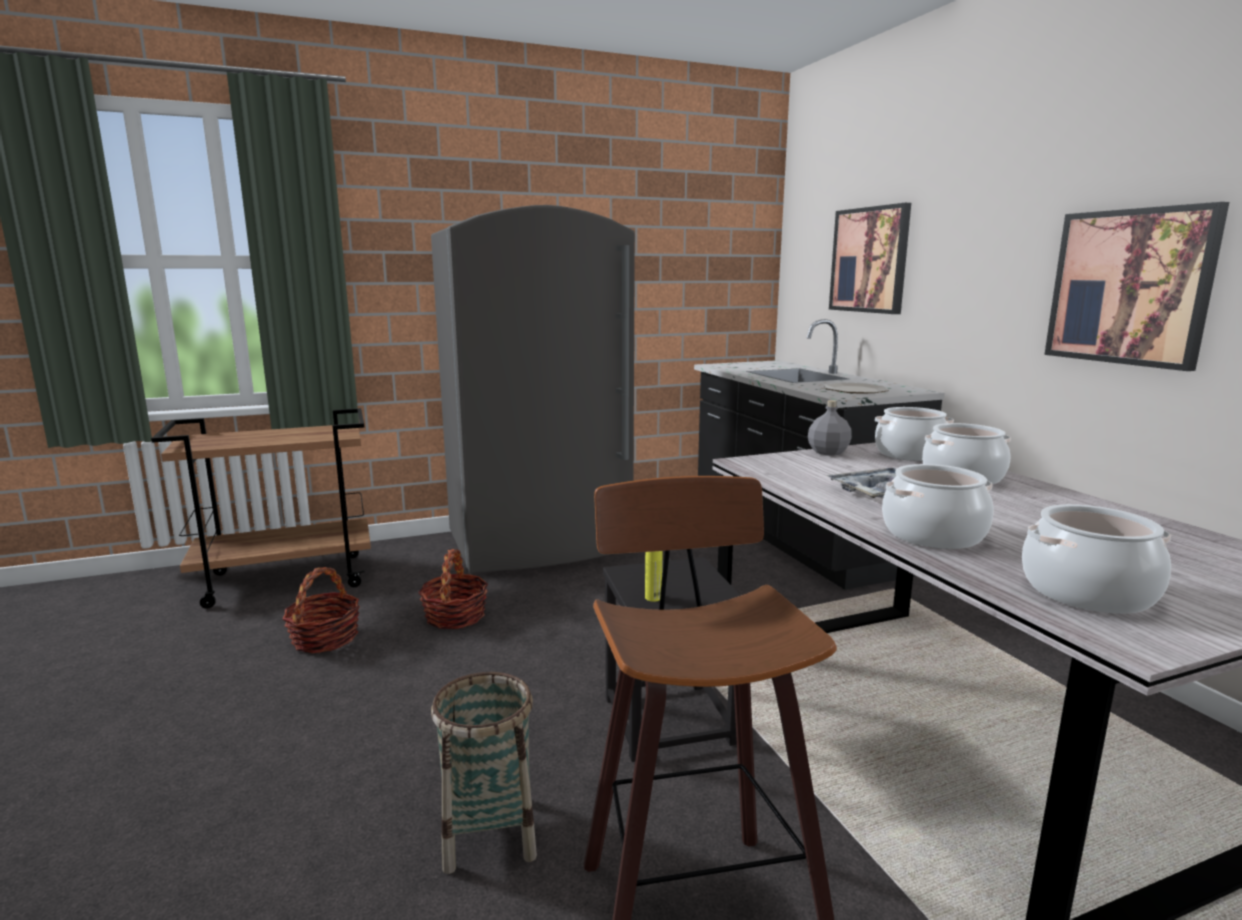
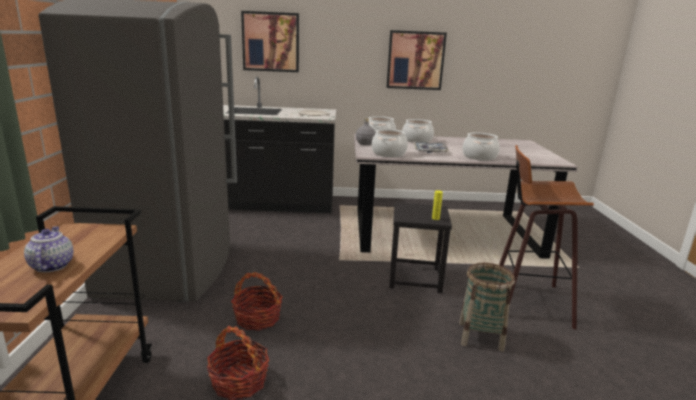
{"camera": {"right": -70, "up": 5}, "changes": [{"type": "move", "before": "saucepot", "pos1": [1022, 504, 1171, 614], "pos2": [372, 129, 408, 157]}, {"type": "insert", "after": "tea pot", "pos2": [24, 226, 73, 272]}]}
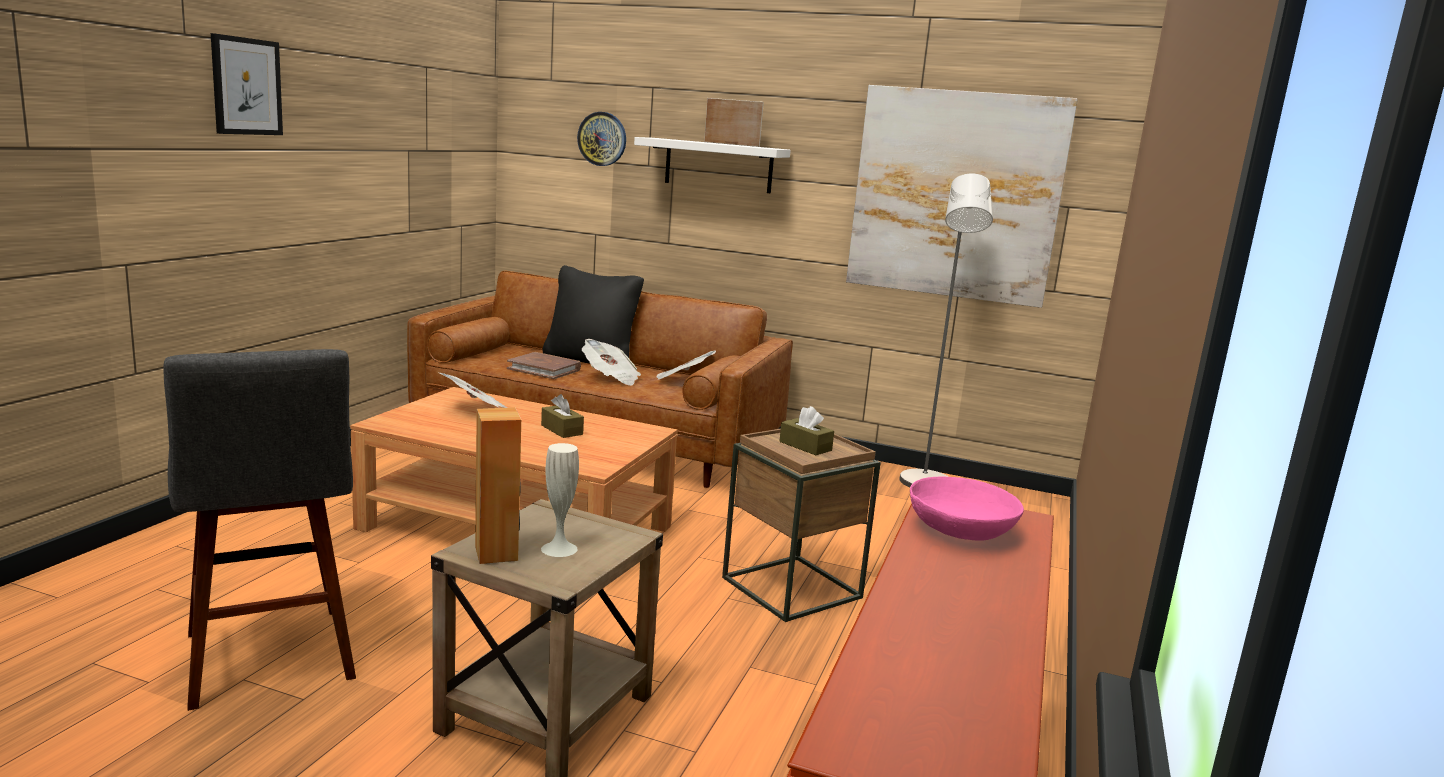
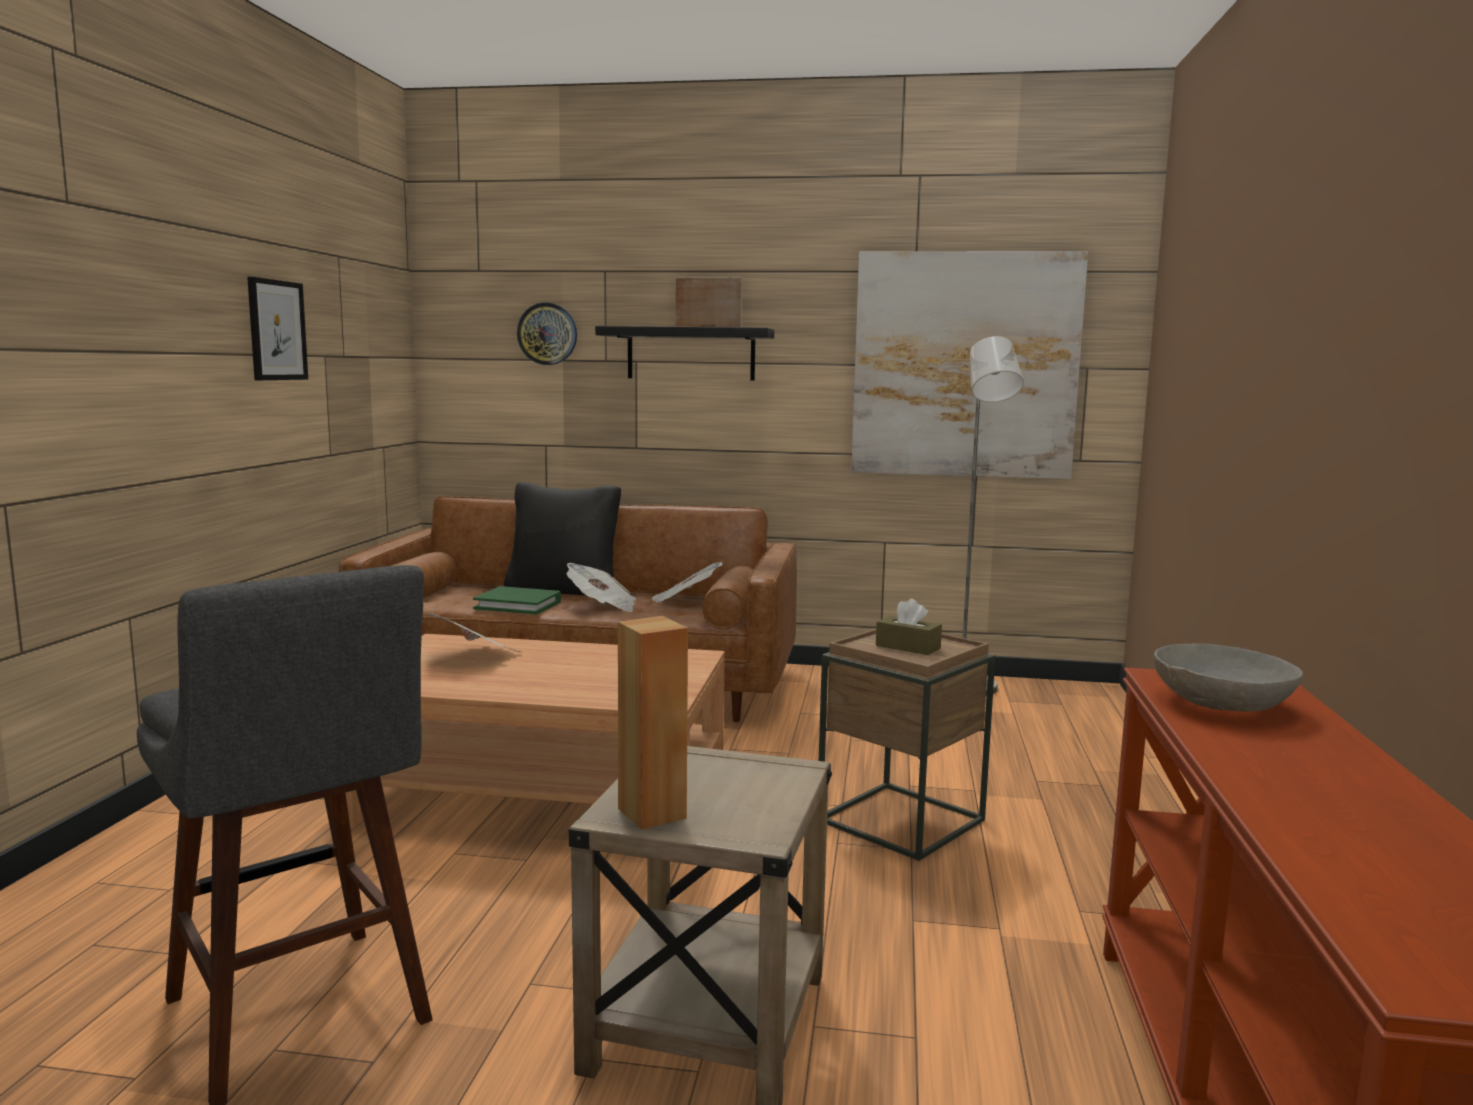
{"camera": {"right": -10, "up": -5}, "changes": [{"type": "move", "before": "picture", "pos1": [211, 33, 283, 135], "pos2": [247, 277, 308, 380]}, {"type": "recolor", "before": "brown bound book", "after": "greenish bound book", "pos1": [507, 352, 581, 379], "pos2": [473, 586, 561, 614]}, {"type": "delete", "before": "brown tissue holder", "pos1": [541, 394, 584, 438]}, {"type": "delete", "before": "whitish vase", "pos1": [541, 443, 579, 557]}, {"type": "recolor", "before": "whitish wall shelf", "after": "black-coloured wall shelf", "pos1": [634, 137, 791, 193], "pos2": [595, 326, 774, 381]}, {"type": "recolor", "before": "pink deep dish", "after": "gray deep dish", "pos1": [910, 476, 1024, 541], "pos2": [1154, 644, 1303, 712]}]}
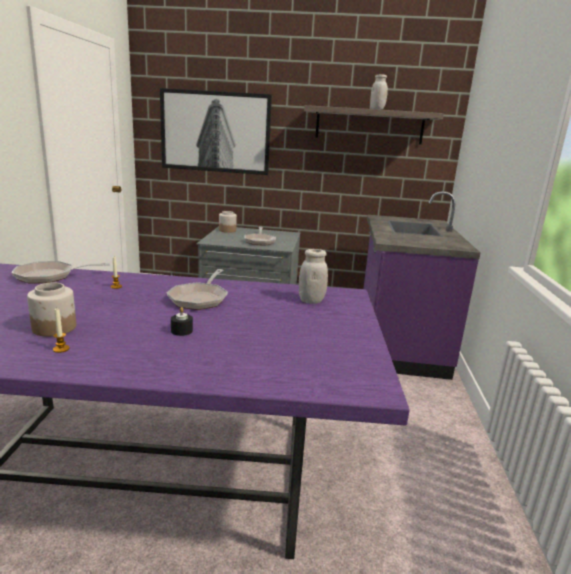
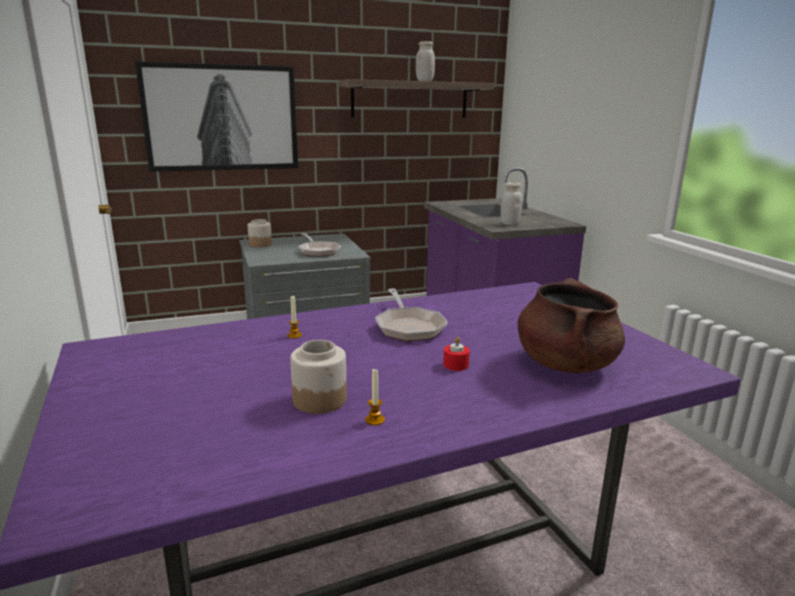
{"camera": {"right": -25, "up": 0}, "changes": [{"type": "delete", "before": "pan", "pos1": [11, 261, 110, 284]}, {"type": "recolor", "before": "black-coloured wax light", "after": "red-coloured wax light", "pos1": [171, 307, 193, 336], "pos2": [443, 337, 470, 371]}, {"type": "move", "before": "whitish jar", "pos1": [299, 249, 328, 304], "pos2": [500, 182, 522, 225]}, {"type": "insert", "after": "brown saucepot", "pos2": [518, 278, 625, 373]}]}
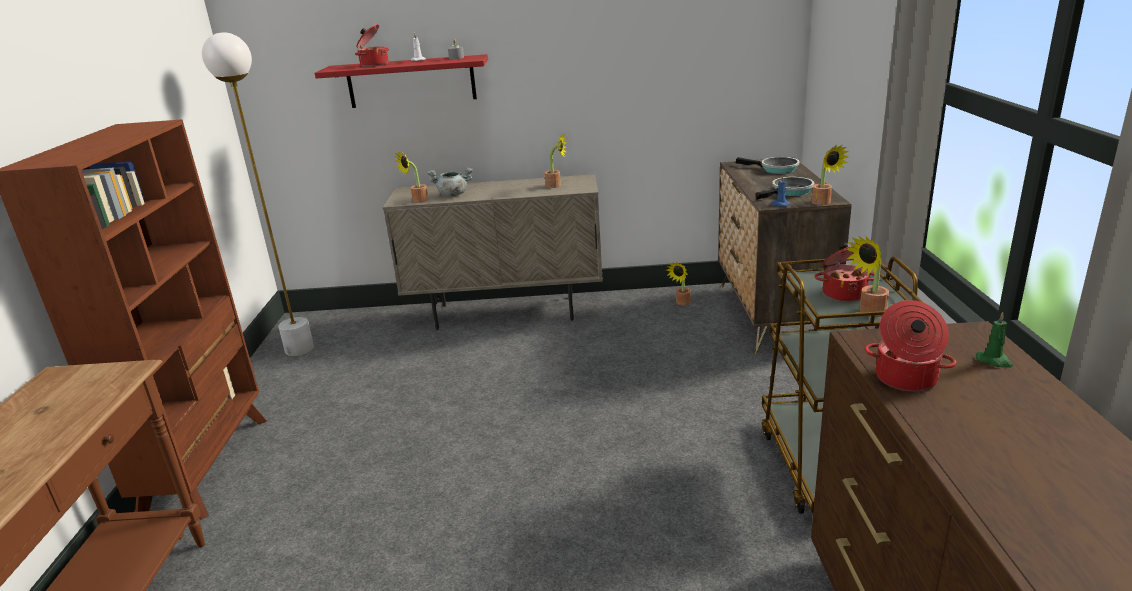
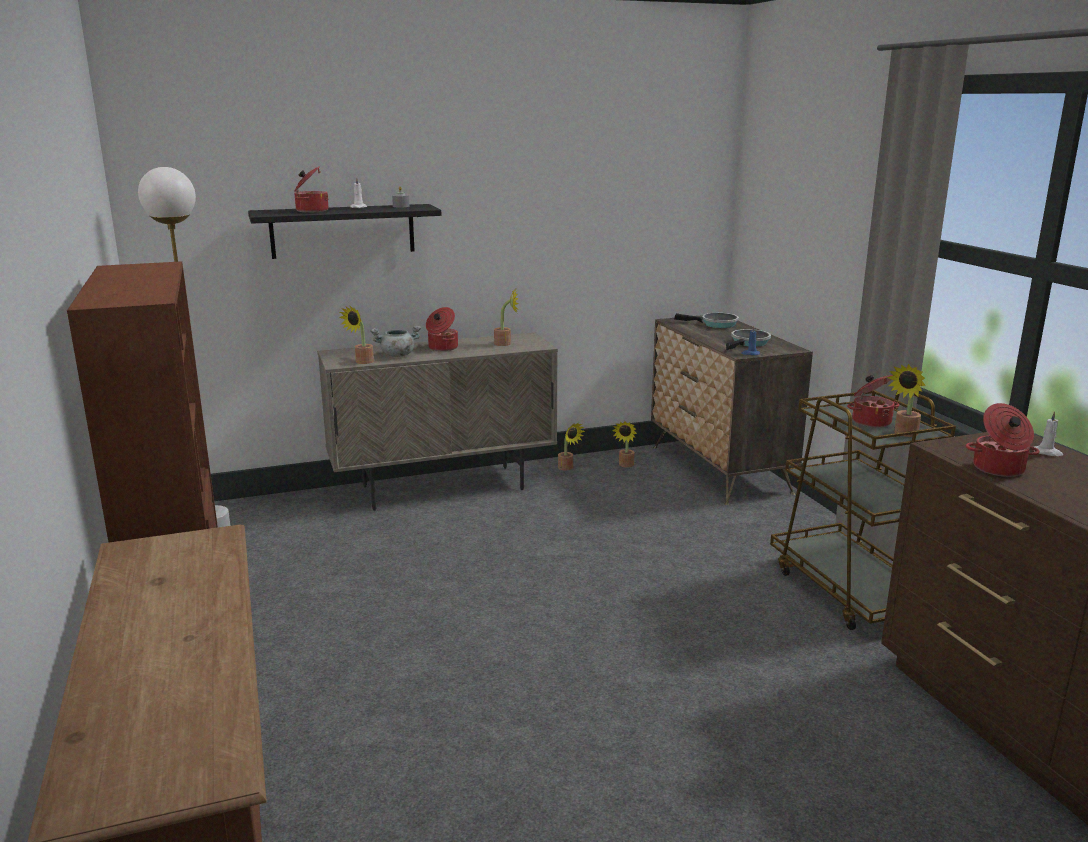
{"camera": {"right": -20, "up": -5}, "changes": [{"type": "recolor", "before": "red-coloured wall shelf", "after": "black-coloured wall shelf", "pos1": [315, 54, 488, 108], "pos2": [248, 204, 441, 259]}, {"type": "move", "before": "potted plant", "pos1": [812, 145, 849, 205], "pos2": [558, 423, 585, 470]}, {"type": "recolor", "before": "greenish wax light", "after": "whitish wax light", "pos1": [976, 312, 1013, 367], "pos2": [1033, 411, 1063, 456]}, {"type": "insert", "after": "saucepot", "pos2": [426, 307, 458, 351]}]}
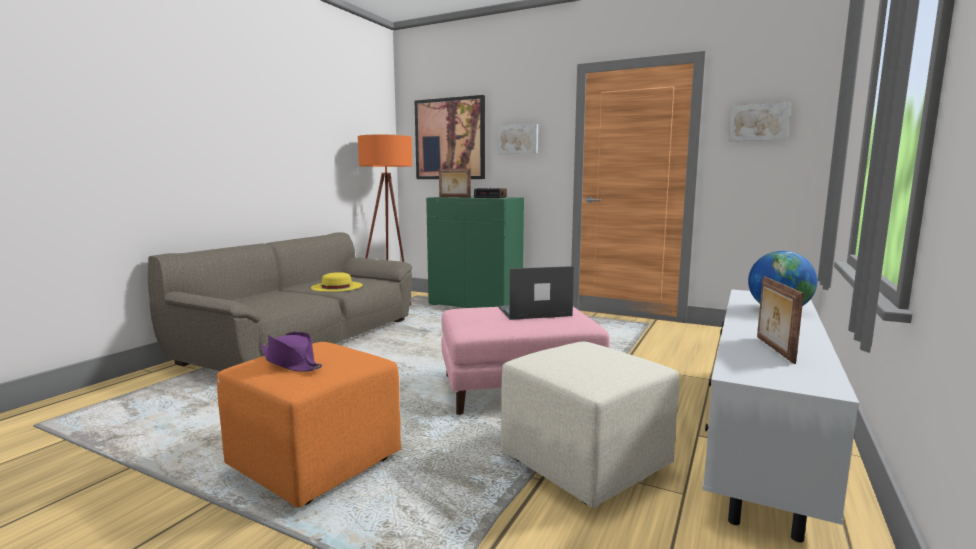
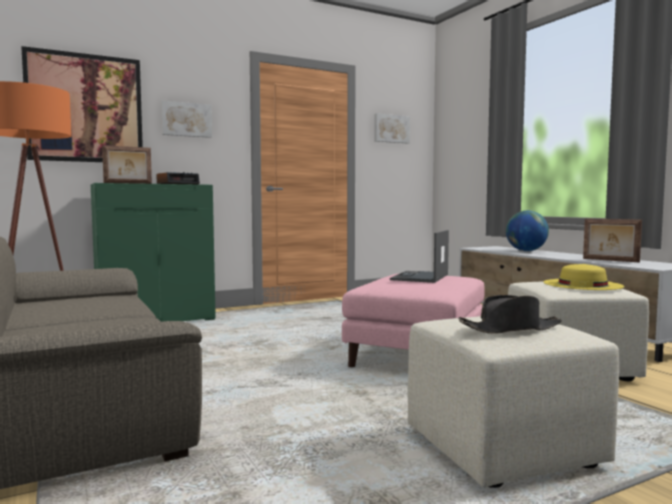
{"camera": {"right": -55, "up": -5}, "changes": [{"type": "recolor", "before": "orangey footrest", "after": "beige footrest", "pos1": [217, 342, 401, 508], "pos2": [407, 316, 619, 488]}, {"type": "recolor", "before": "purple clothing hat", "after": "black-coloured clothing hat", "pos1": [260, 332, 323, 372], "pos2": [458, 295, 562, 334]}, {"type": "move", "before": "yellowish clothing hat", "pos1": [311, 272, 363, 292], "pos2": [544, 264, 624, 290]}]}
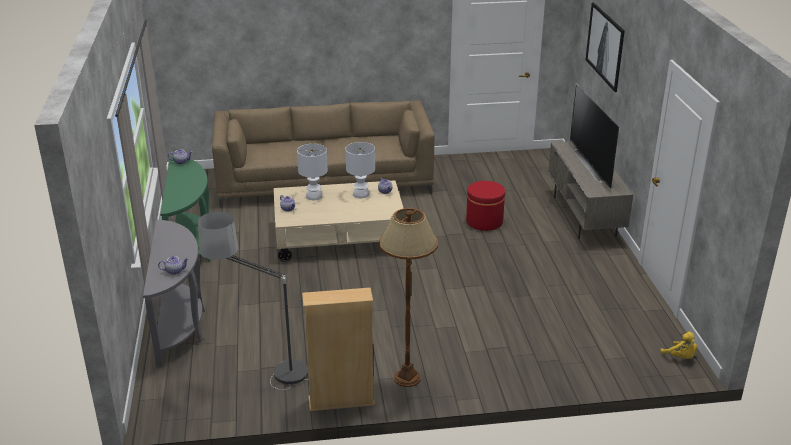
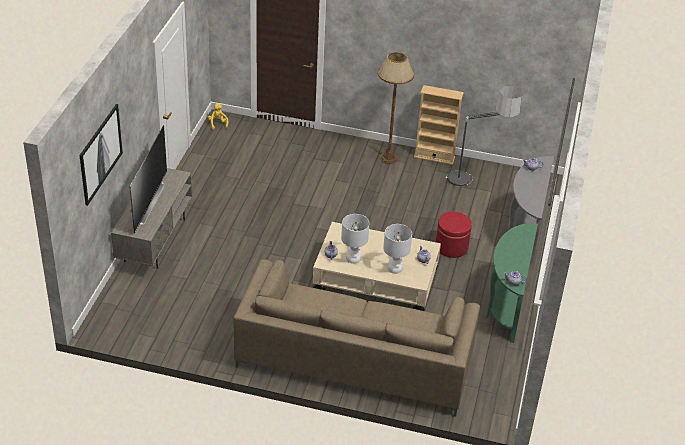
{"camera": {"right": -160, "up": 10}, "changes": [{"type": "move", "before": "red-coloured footrest", "pos1": [466, 181, 505, 231], "pos2": [436, 212, 472, 258]}]}
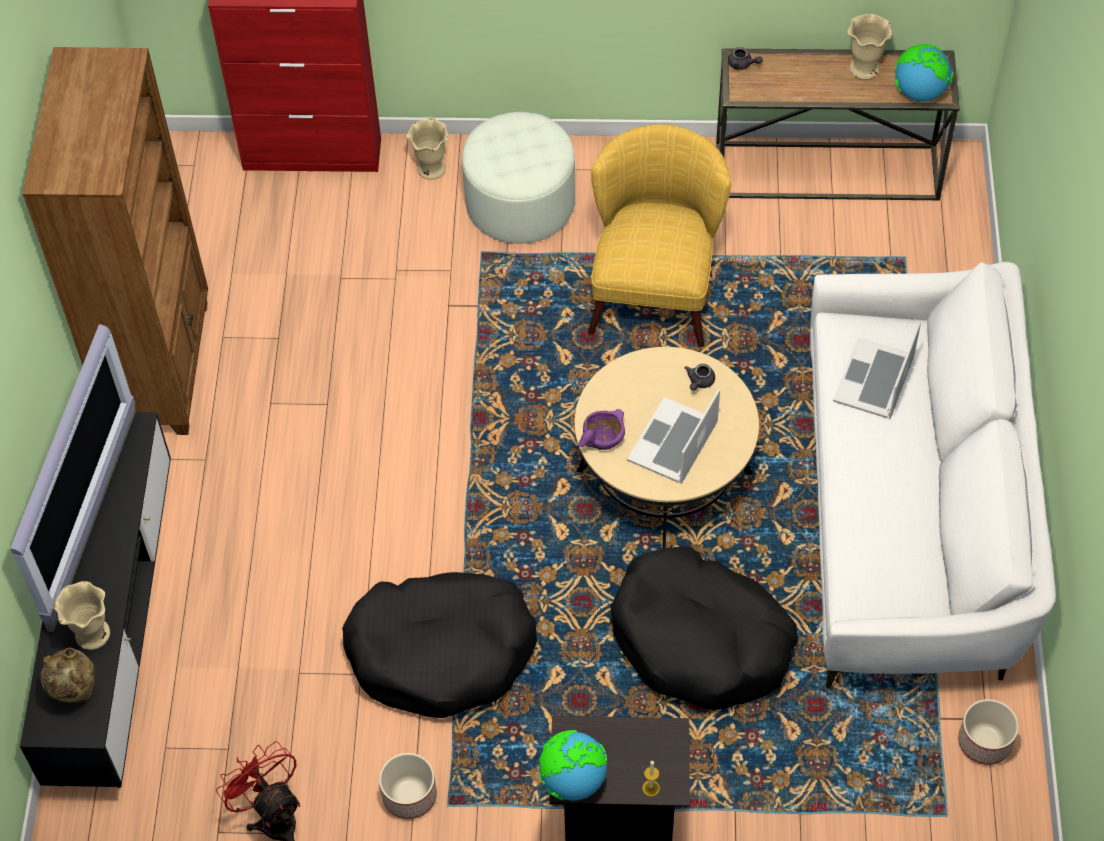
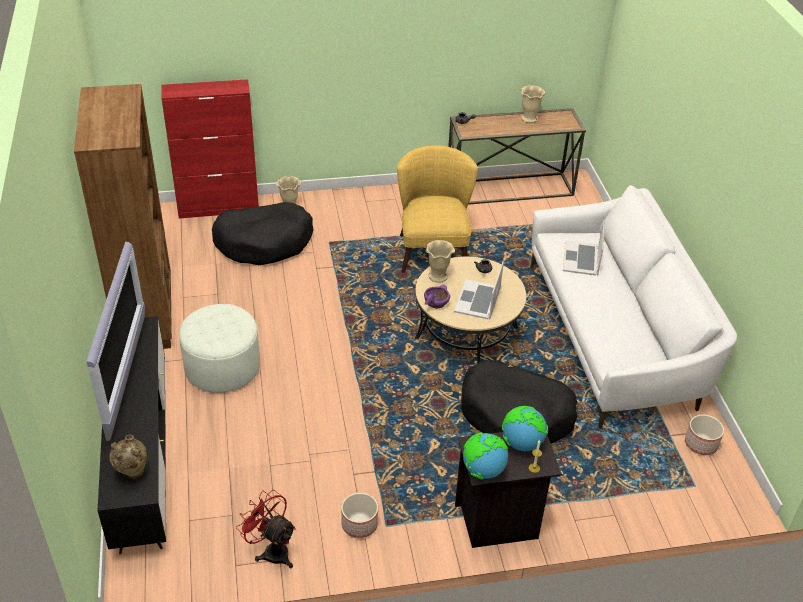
{"camera": {"right": -15, "up": -15}, "changes": [{"type": "move", "before": "beige vase", "pos1": [53, 581, 110, 650], "pos2": [426, 240, 455, 283]}, {"type": "move", "before": "black-coloured dog cushion", "pos1": [342, 572, 537, 718], "pos2": [212, 202, 313, 265]}, {"type": "move", "before": "whitish footrest", "pos1": [462, 112, 575, 244], "pos2": [179, 304, 260, 393]}, {"type": "move", "before": "world globe", "pos1": [894, 44, 953, 102], "pos2": [502, 406, 548, 451]}]}
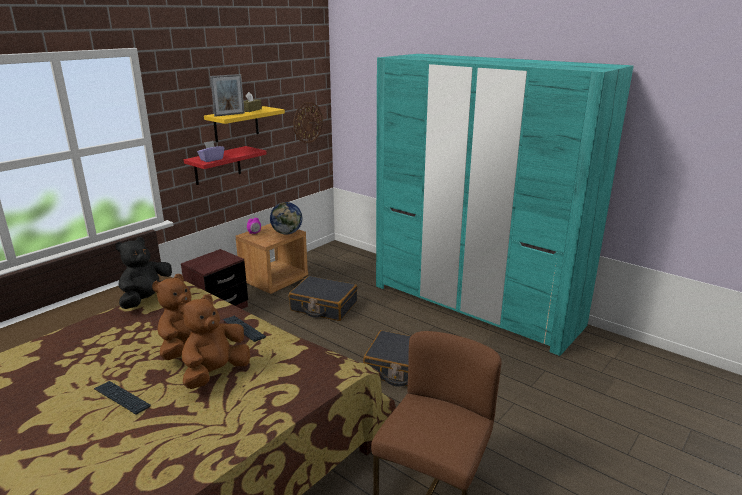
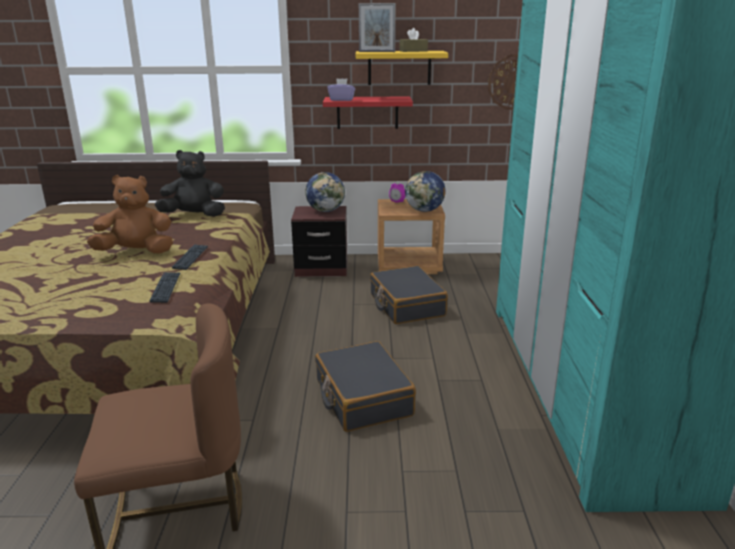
{"camera": {"right": 50, "up": 0}, "changes": [{"type": "move", "before": "PC keyboard", "pos1": [94, 381, 151, 415], "pos2": [149, 272, 180, 303]}, {"type": "delete", "before": "brown cuddly toy", "pos1": [178, 294, 250, 389]}, {"type": "insert", "after": "world globe", "pos2": [305, 172, 345, 212]}]}
